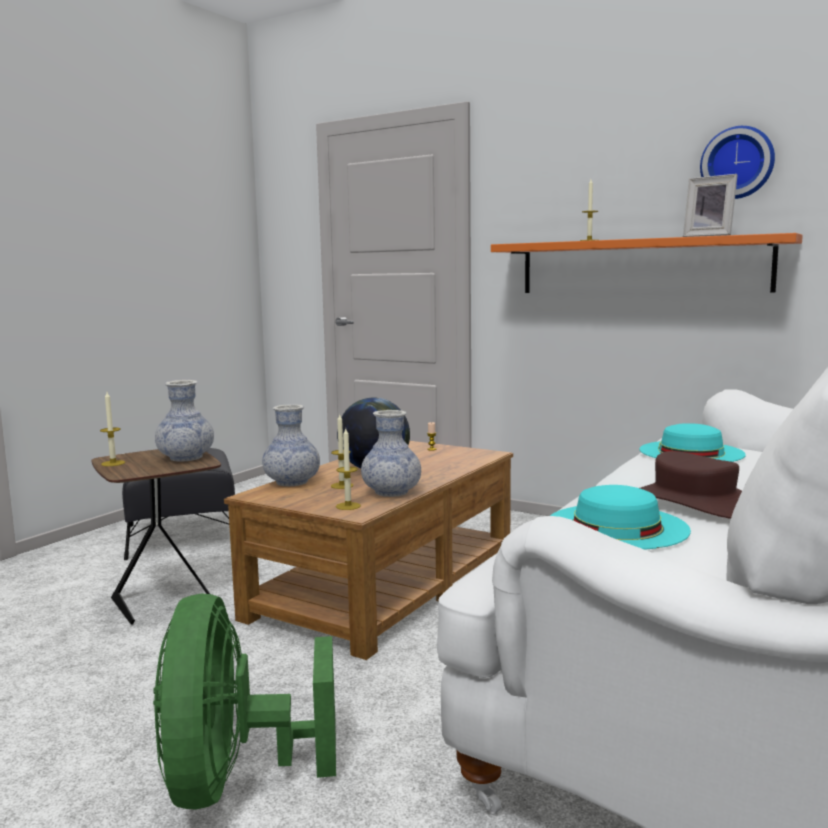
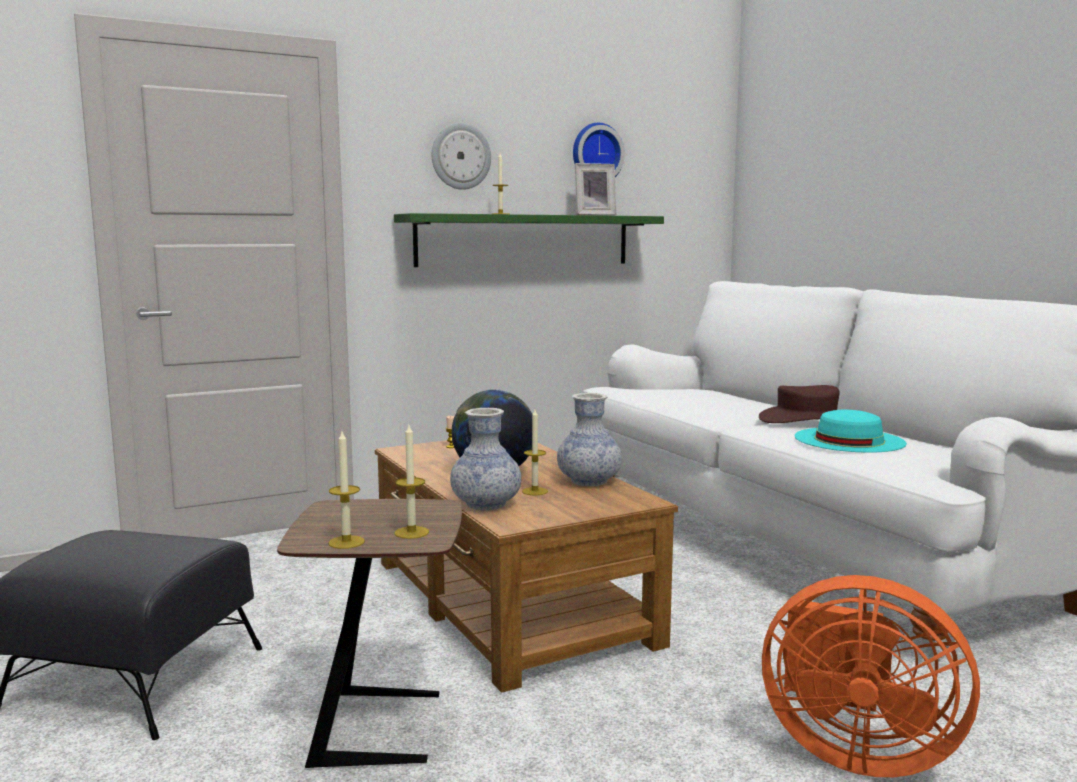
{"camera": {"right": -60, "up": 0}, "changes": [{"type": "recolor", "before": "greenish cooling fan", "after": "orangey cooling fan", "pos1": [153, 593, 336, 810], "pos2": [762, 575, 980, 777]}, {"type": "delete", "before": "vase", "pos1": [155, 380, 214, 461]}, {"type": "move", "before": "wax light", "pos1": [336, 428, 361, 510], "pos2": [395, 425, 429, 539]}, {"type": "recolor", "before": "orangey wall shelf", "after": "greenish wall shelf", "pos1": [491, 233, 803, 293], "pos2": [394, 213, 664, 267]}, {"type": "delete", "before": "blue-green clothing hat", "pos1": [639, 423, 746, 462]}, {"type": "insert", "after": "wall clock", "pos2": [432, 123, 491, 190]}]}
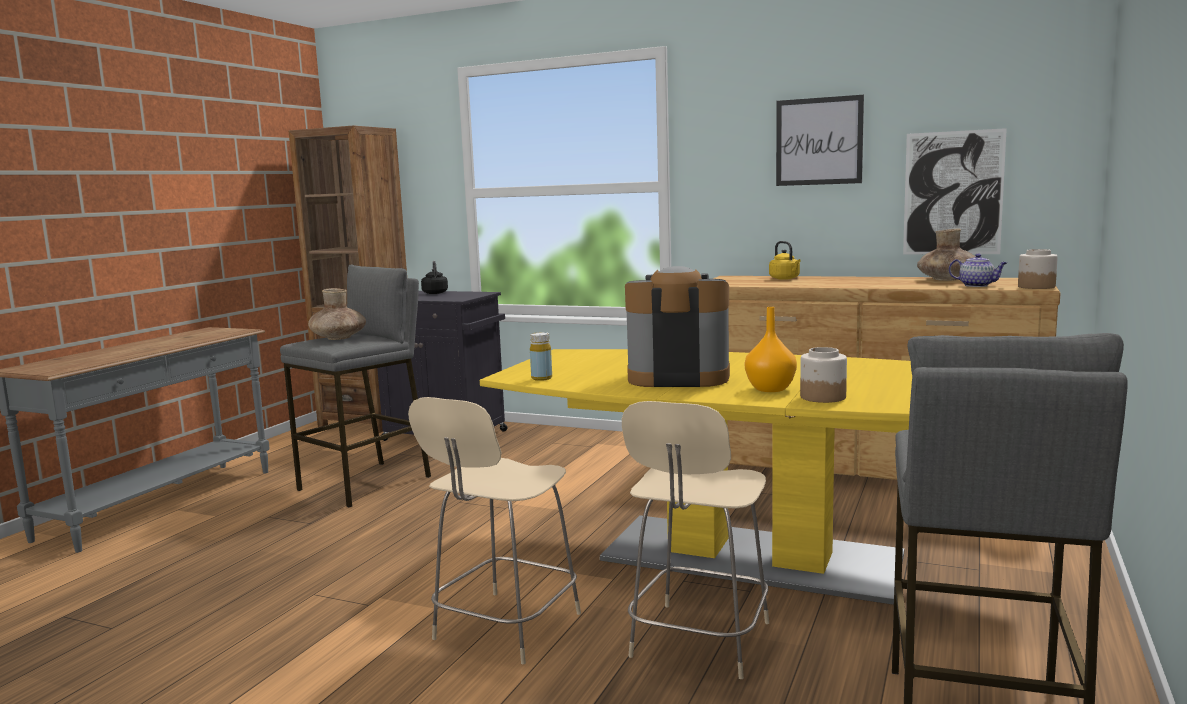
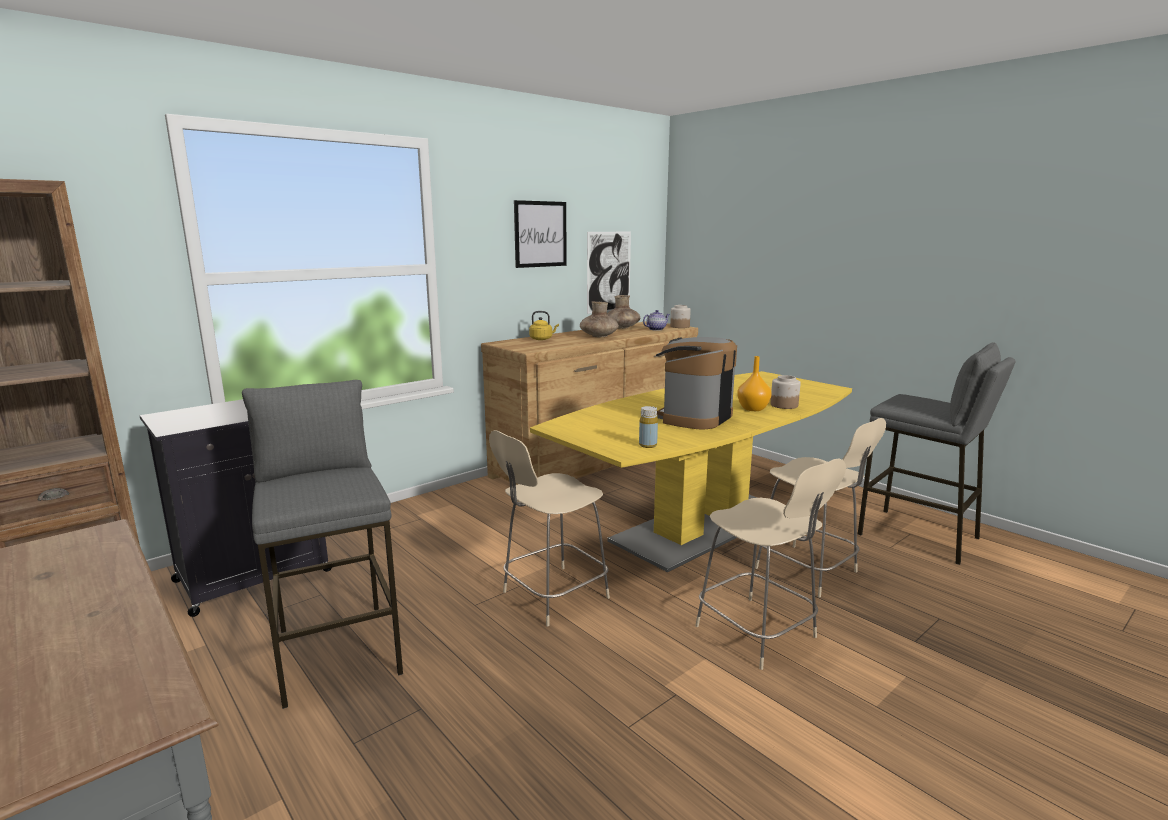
{"camera": {"right": -65, "up": 5}, "changes": [{"type": "move", "before": "brown vase", "pos1": [308, 288, 366, 340], "pos2": [580, 301, 619, 337]}, {"type": "delete", "before": "black-coloured tea kettle", "pos1": [421, 261, 448, 294]}, {"type": "insert", "after": "beige plain chair", "pos2": [489, 430, 610, 626]}]}
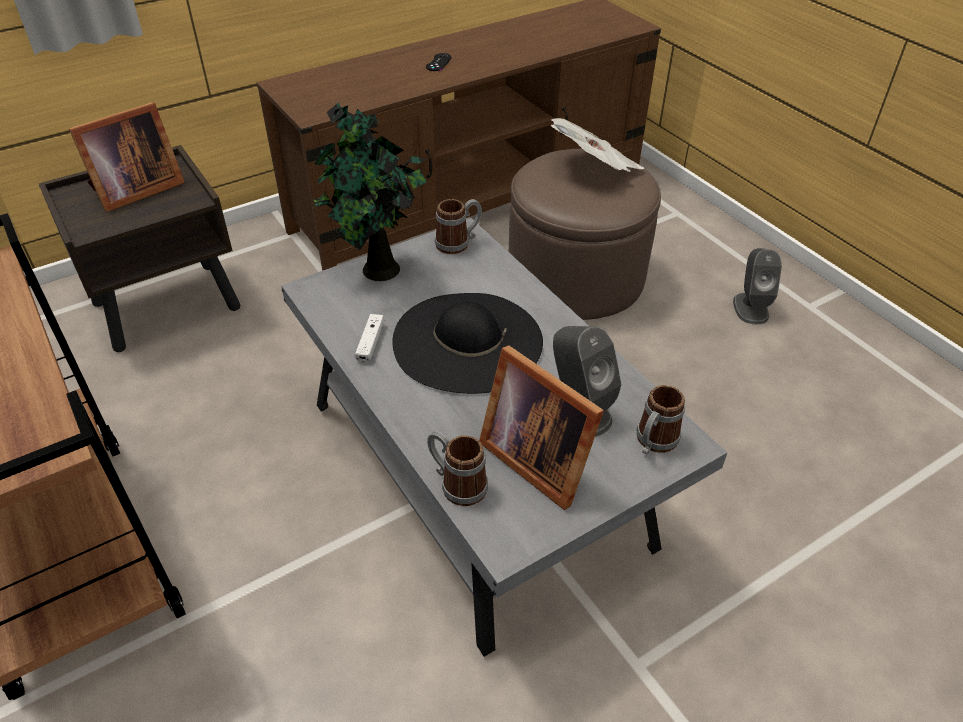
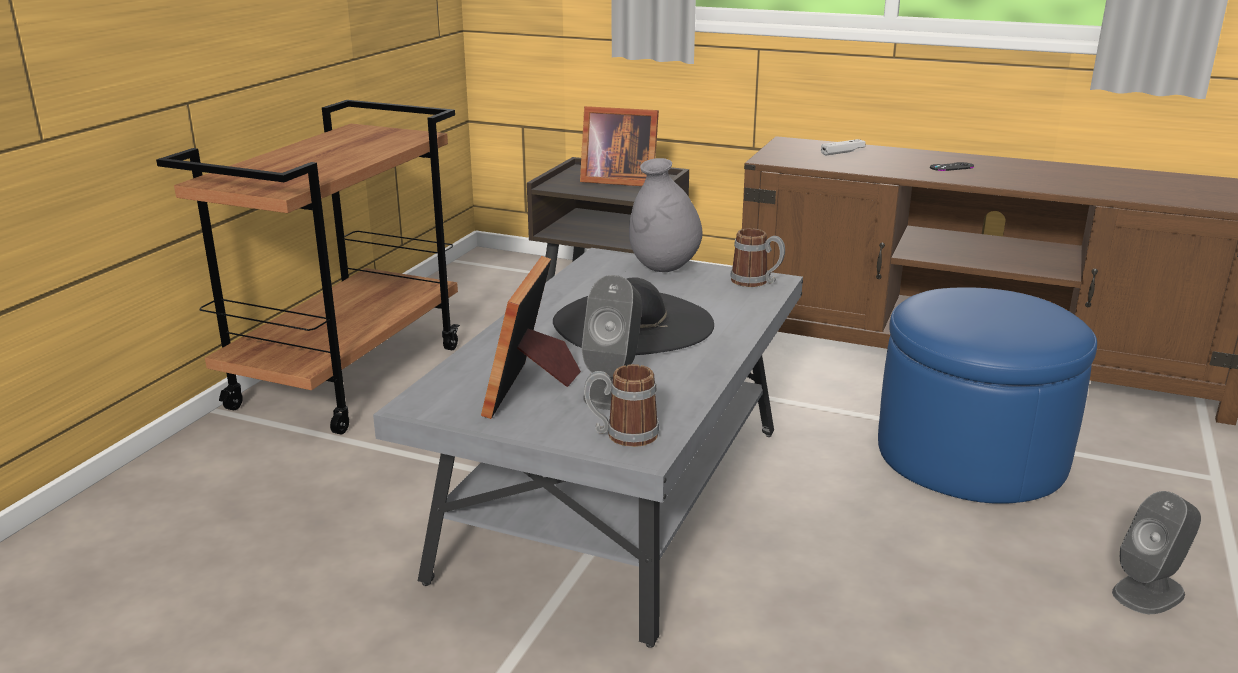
{"camera": {"right": 55, "up": -20}, "changes": [{"type": "replace", "before": "potted plant", "after": "gray vase", "pos1": [313, 102, 427, 281], "pos2": [629, 158, 703, 272]}, {"type": "move", "before": "whitish joypad", "pos1": [355, 314, 384, 363], "pos2": [821, 139, 866, 155]}, {"type": "delete", "before": "coffee mug", "pos1": [427, 431, 488, 506]}, {"type": "recolor", "before": "brown footrest", "after": "blue footrest", "pos1": [509, 149, 661, 320], "pos2": [878, 287, 1097, 504]}, {"type": "delete", "before": "newspaper", "pos1": [550, 118, 644, 172]}]}
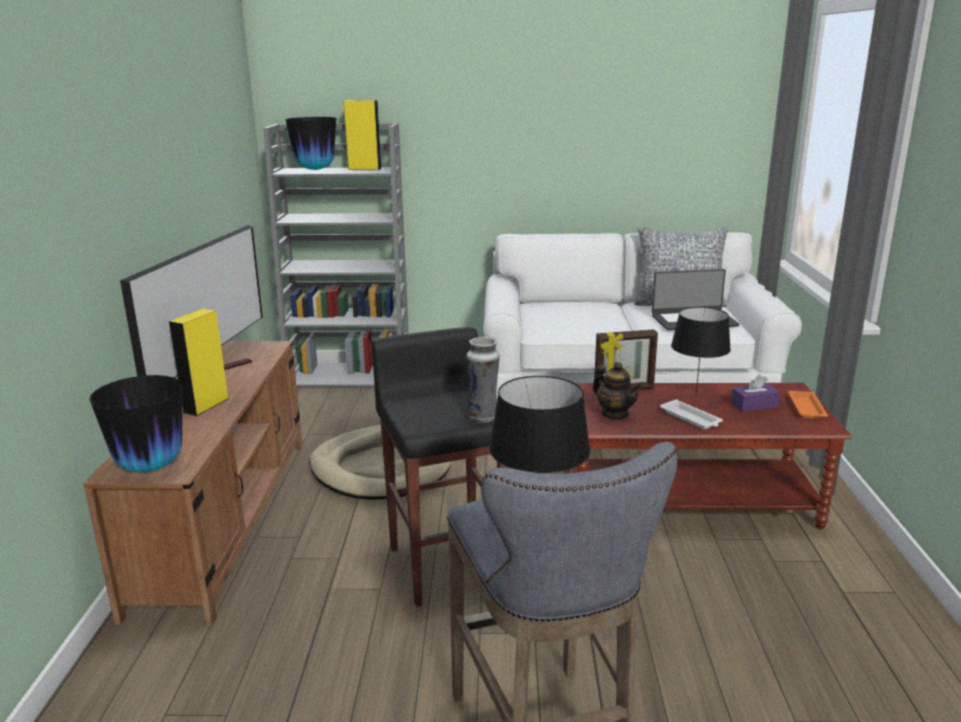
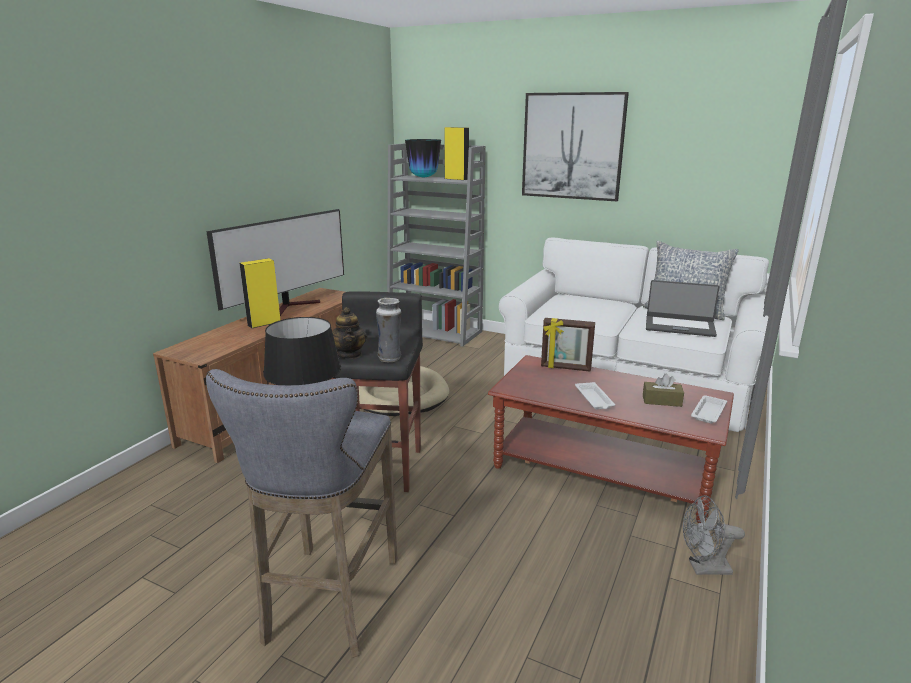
{"camera": {"right": 25, "up": 0}, "changes": [{"type": "delete", "before": "vase", "pos1": [89, 375, 182, 472]}, {"type": "move", "before": "tea pot", "pos1": [593, 362, 641, 419], "pos2": [332, 307, 367, 359]}, {"type": "delete", "before": "black-coloured table lamp", "pos1": [671, 307, 731, 395]}, {"type": "recolor", "before": "purple tissue holder", "after": "brown tissue holder", "pos1": [731, 374, 780, 412], "pos2": [643, 374, 684, 407]}, {"type": "recolor", "before": "orangey serving tray", "after": "whitish serving tray", "pos1": [788, 391, 828, 419], "pos2": [691, 395, 727, 423]}, {"type": "insert", "after": "picture", "pos2": [522, 92, 629, 201]}, {"type": "insert", "after": "gray cooling fan", "pos2": [683, 495, 745, 575]}]}
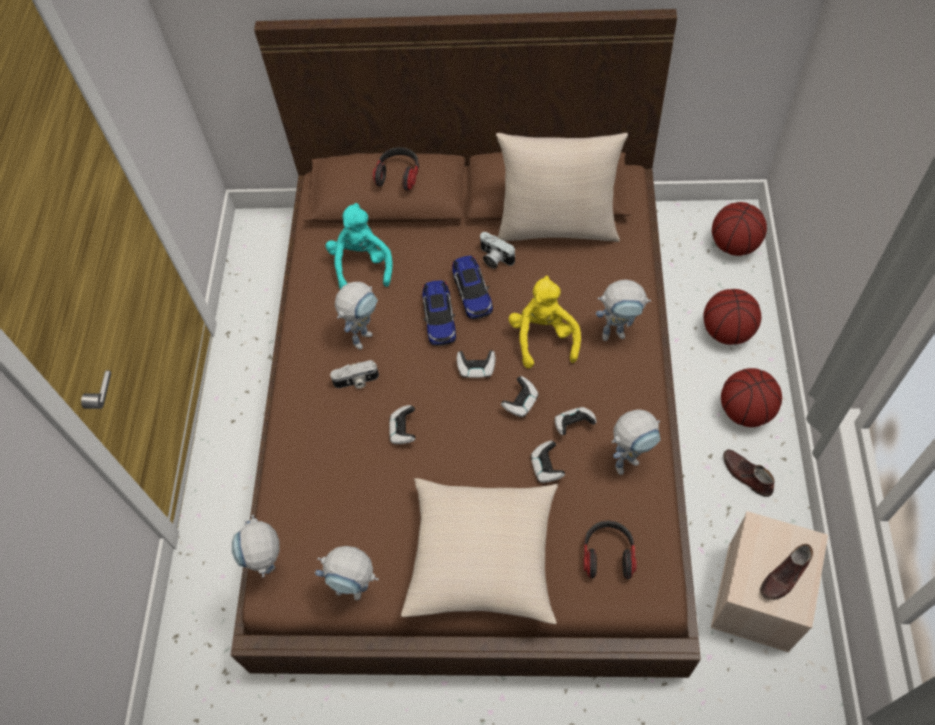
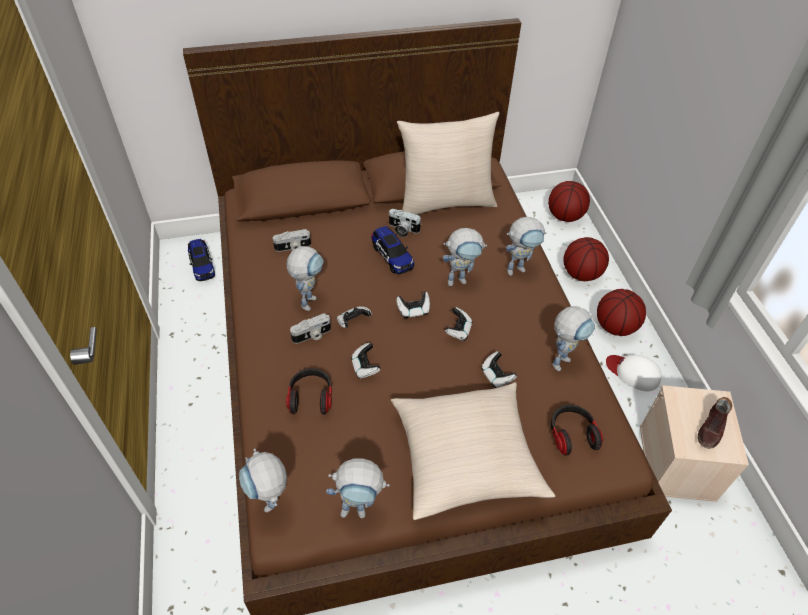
{"camera": {"right": -20, "up": -10}, "changes": [{"type": "replace", "before": "blue-green cuddly toy", "after": "still camera", "pos1": [325, 203, 393, 289], "pos2": [272, 229, 311, 252]}, {"type": "move", "before": "headset", "pos1": [373, 147, 419, 191], "pos2": [286, 368, 332, 414]}, {"type": "move", "before": "toy car", "pos1": [422, 281, 456, 346], "pos2": [188, 239, 215, 281]}, {"type": "replace", "before": "yellowish cuddly toy", "after": "model robot", "pos1": [509, 275, 581, 368], "pos2": [443, 228, 487, 287]}, {"type": "move", "before": "joypad", "pos1": [555, 407, 597, 435], "pos2": [337, 306, 372, 328]}, {"type": "replace", "before": "brown shoe", "after": "whitish cap", "pos1": [723, 449, 774, 497], "pos2": [606, 355, 661, 392]}]}
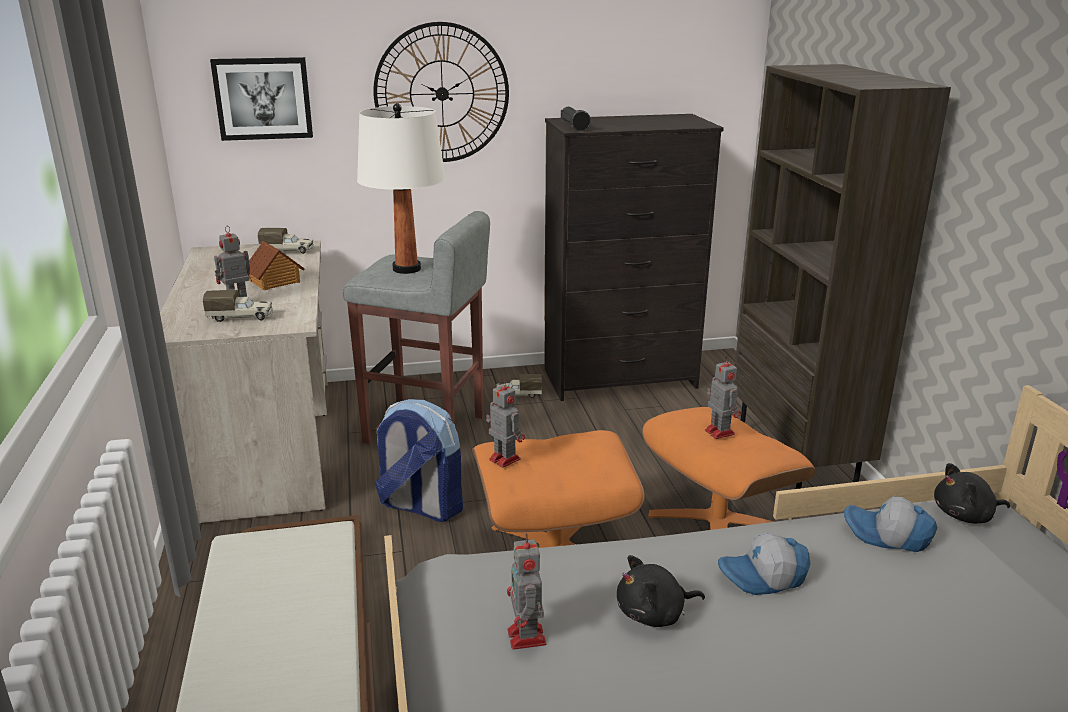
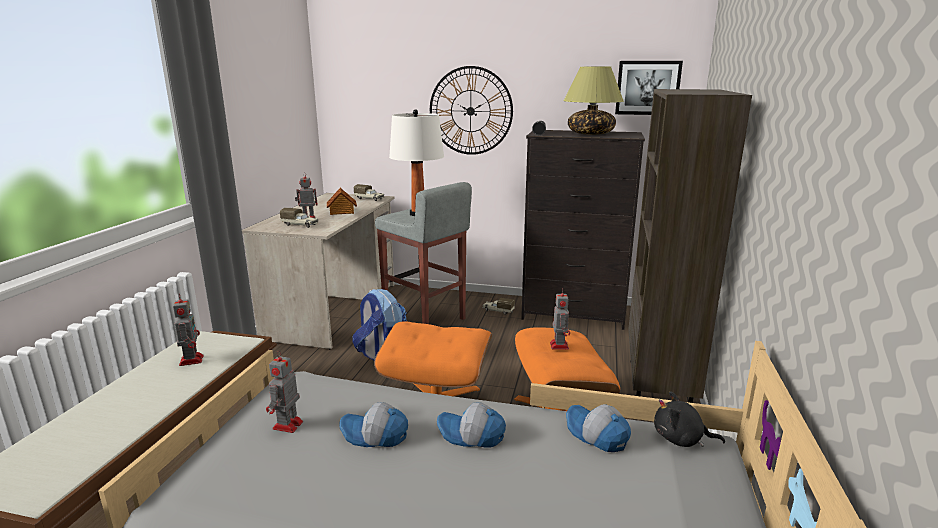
{"camera": {"right": 25, "up": -5}, "changes": [{"type": "move", "before": "picture", "pos1": [210, 57, 313, 141], "pos2": [615, 61, 683, 115]}, {"type": "move", "before": "model robot", "pos1": [486, 378, 525, 468], "pos2": [173, 294, 204, 366]}, {"type": "replace", "before": "black-coloured cuddly toy", "after": "cap", "pos1": [617, 555, 705, 627], "pos2": [339, 402, 408, 447]}, {"type": "insert", "after": "table lamp", "pos2": [563, 67, 624, 135]}]}
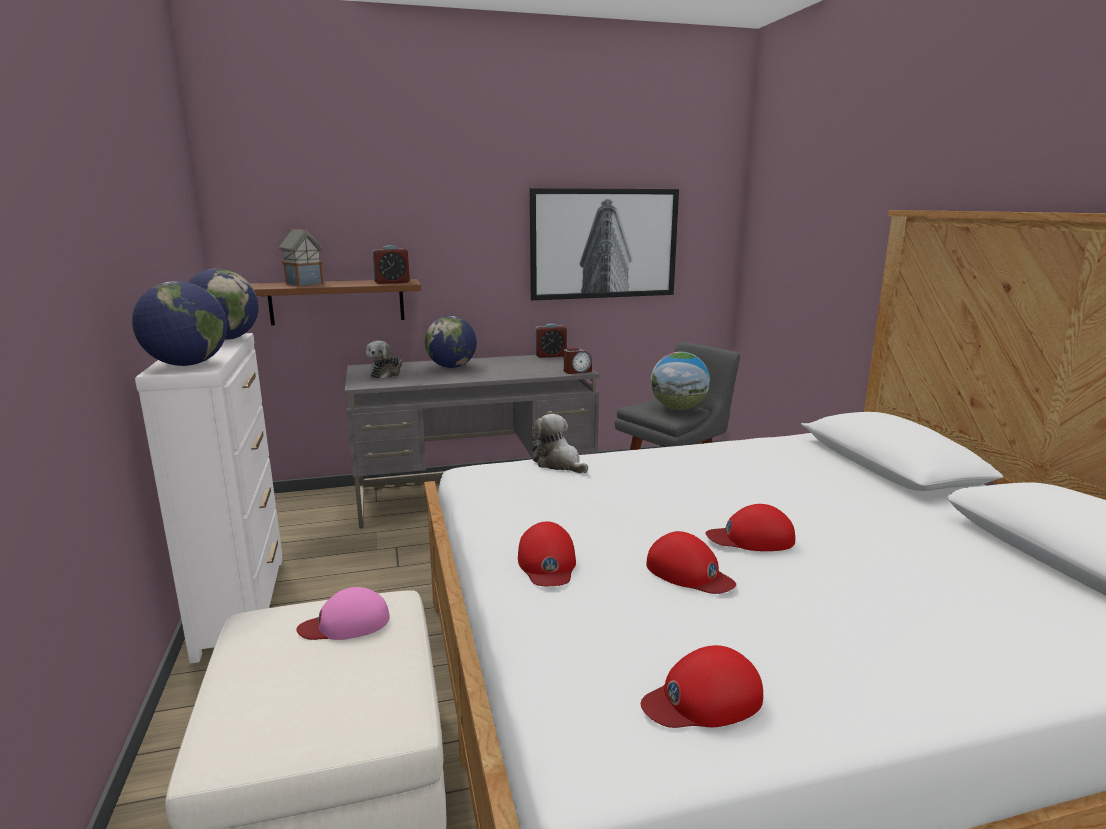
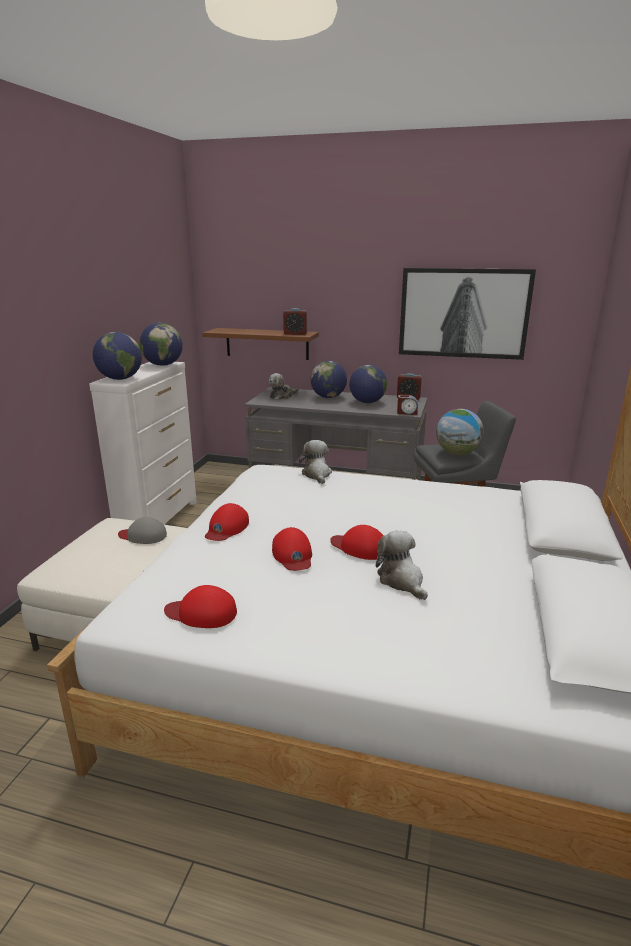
{"camera": {"right": 30, "up": 5}, "changes": [{"type": "delete", "before": "model house", "pos1": [279, 228, 324, 286]}, {"type": "recolor", "before": "pink cap", "after": "gray cap", "pos1": [296, 587, 390, 640], "pos2": [118, 517, 167, 544]}, {"type": "insert", "after": "world globe", "pos2": [349, 365, 387, 403]}, {"type": "insert", "after": "cuddly toy", "pos2": [376, 531, 428, 600]}]}
